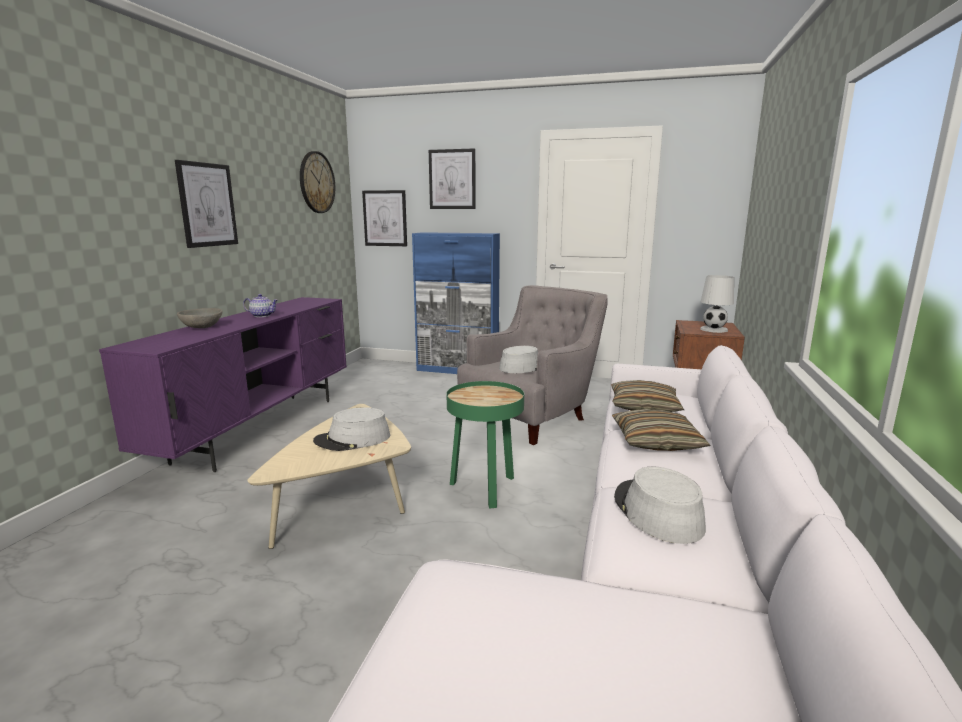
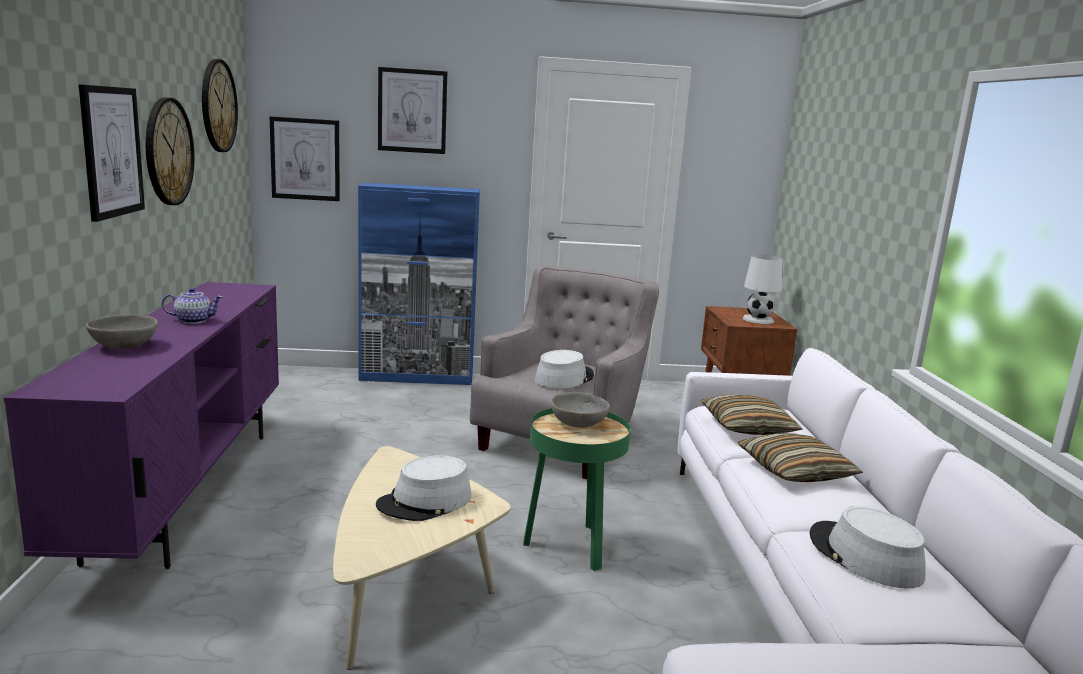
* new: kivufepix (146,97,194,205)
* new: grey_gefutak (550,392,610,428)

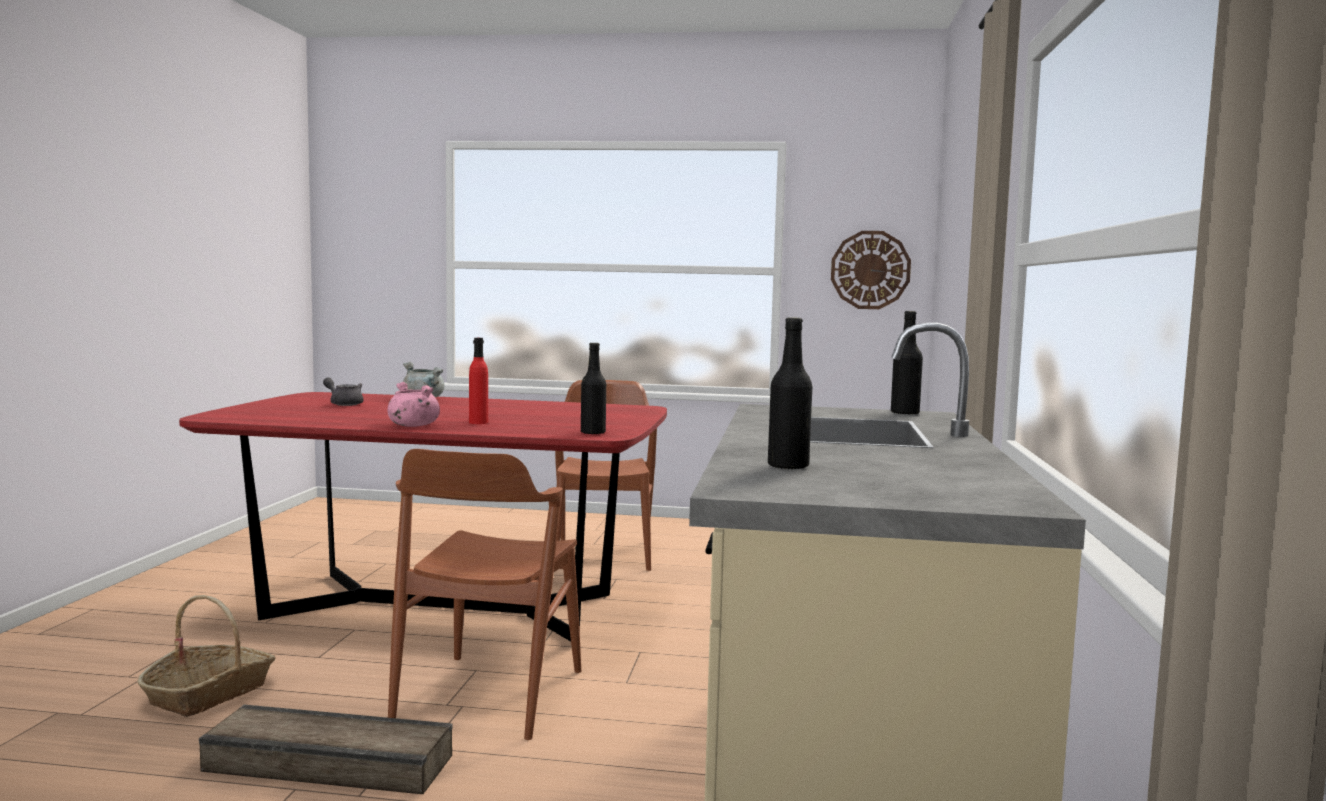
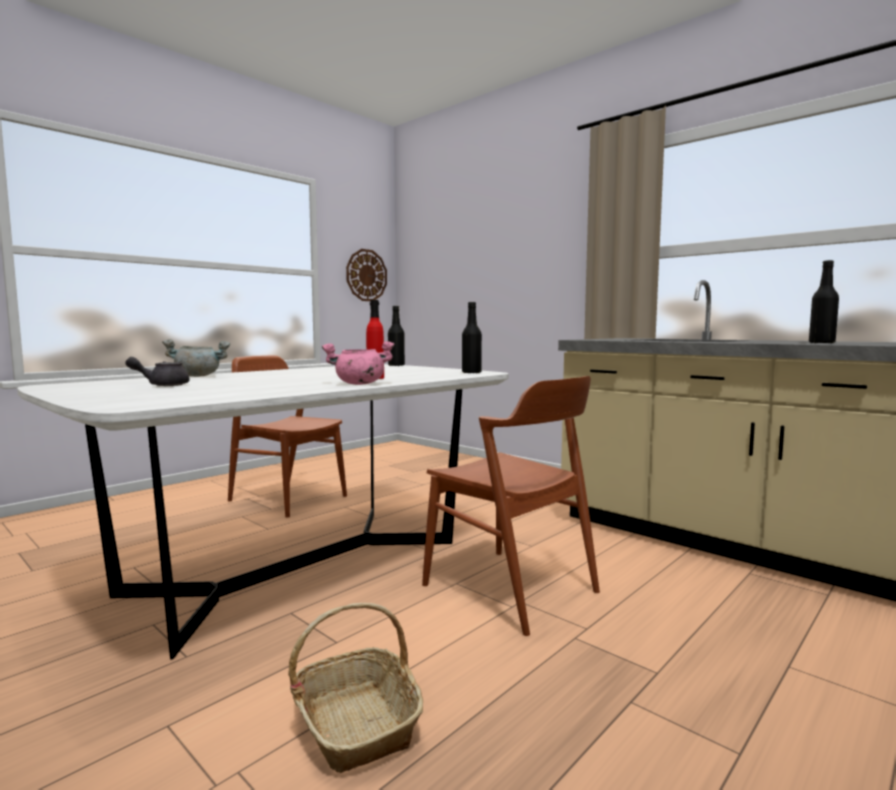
* shifted: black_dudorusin (891,311,923,415) to (388,306,405,366)
* repainted: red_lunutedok (179,392,667,642) to white_lunutedok (17,364,509,659)
* gone: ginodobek (199,705,452,794)

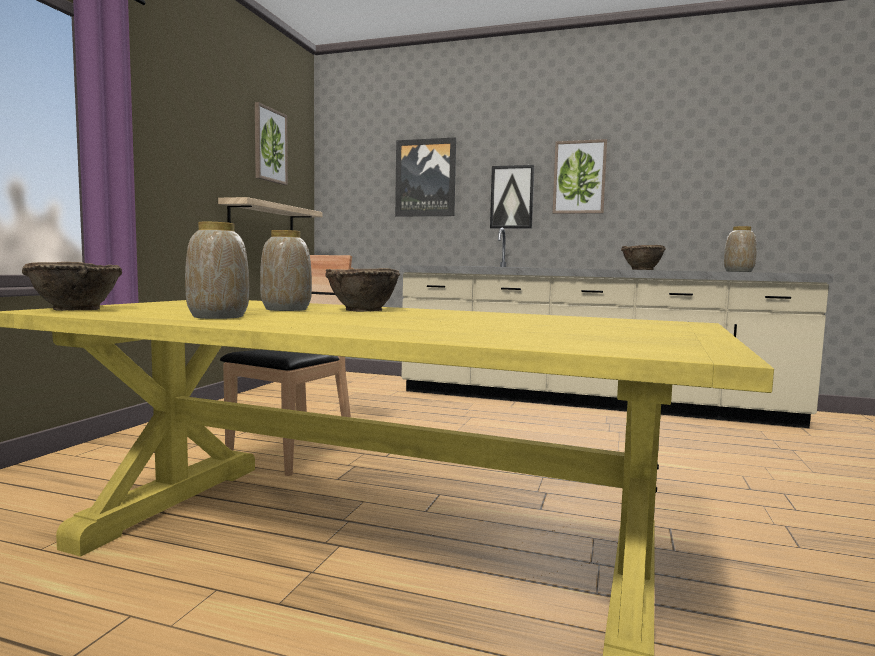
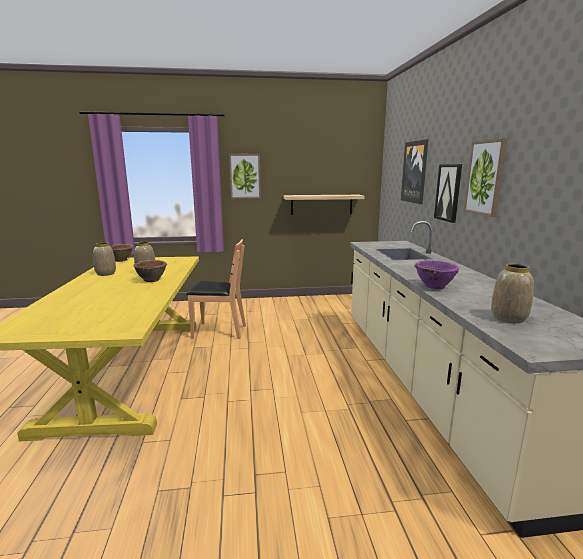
* shifted: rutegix (255,102,288,185) to (229,154,261,199)
* repainted: brown_gefutak (621,245,666,270) to purple_gefutak (415,260,459,289)

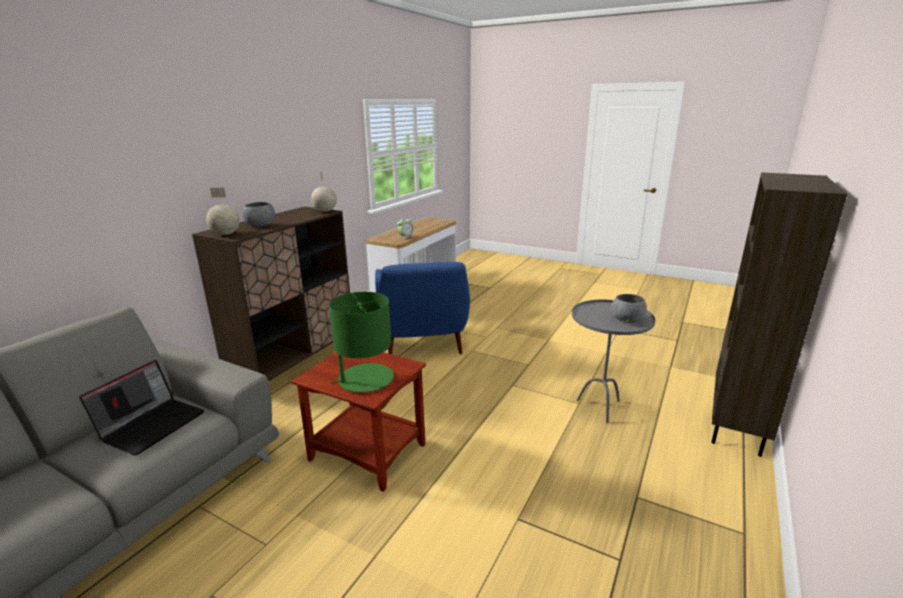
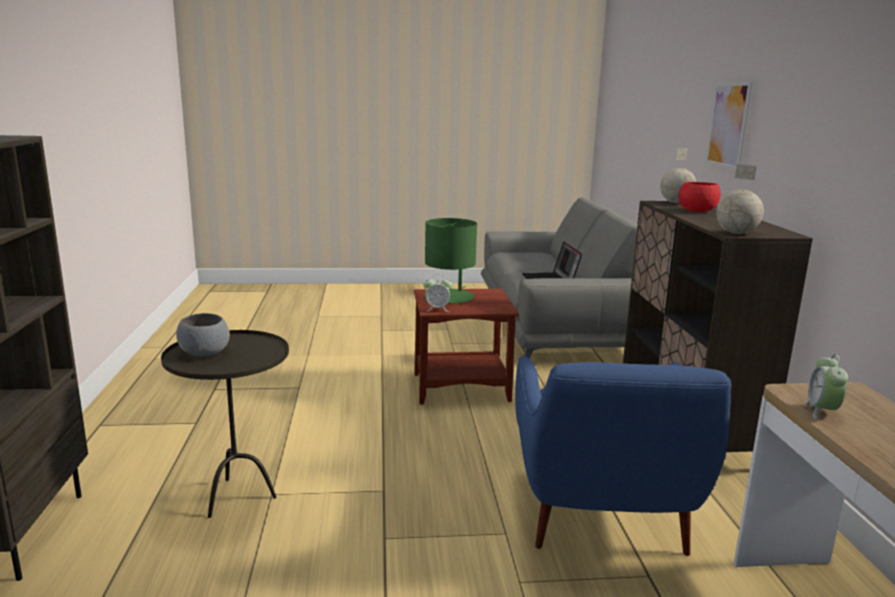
* repainted: grey_gefutak (242,202,275,227) to red_gefutak (679,182,721,212)
* rotated: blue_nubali (375,262,470,354) = (515,356,731,556) 135 degrees counterclockwise
* repainted: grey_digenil (572,300,655,423) to brown_digenil (161,330,289,518)
* new: rutegix (705,82,753,170)
* new: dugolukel (423,278,452,312)

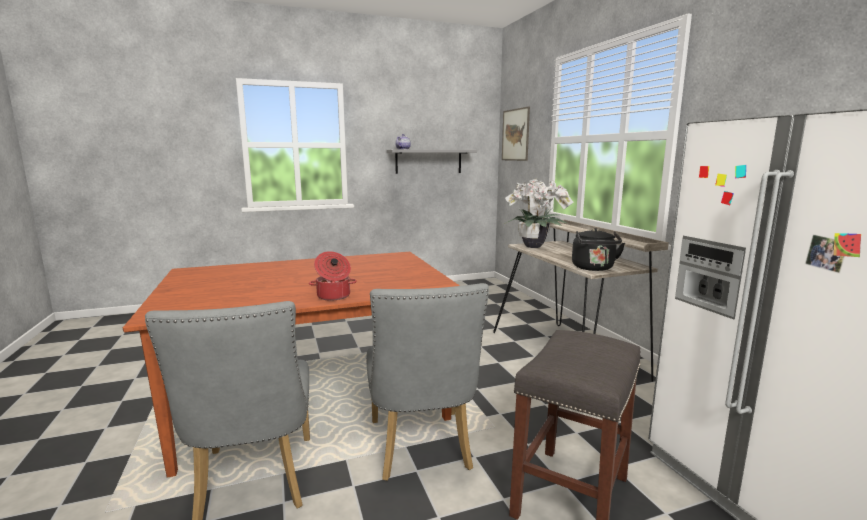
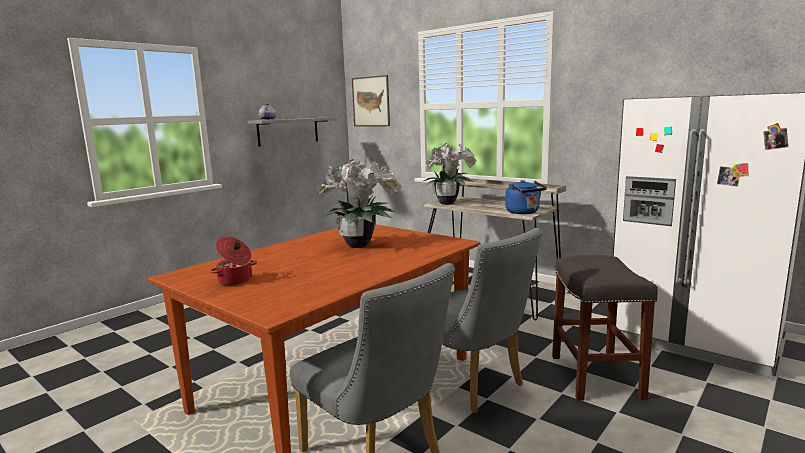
* repainted: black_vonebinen (572,228,625,271) to blue_vonebinen (505,180,547,214)
* shifted: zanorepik (309,251,357,301) to (210,236,257,286)
* new: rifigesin (315,159,402,248)

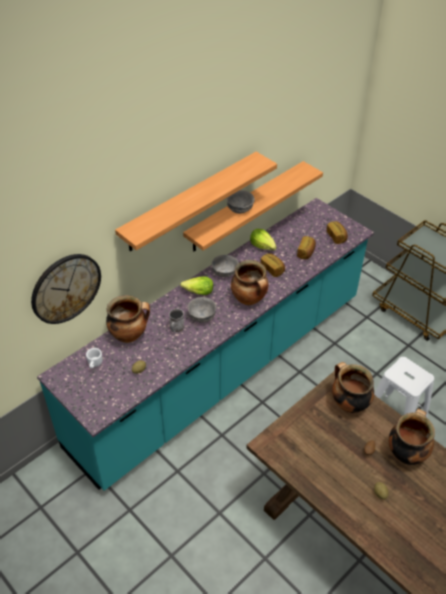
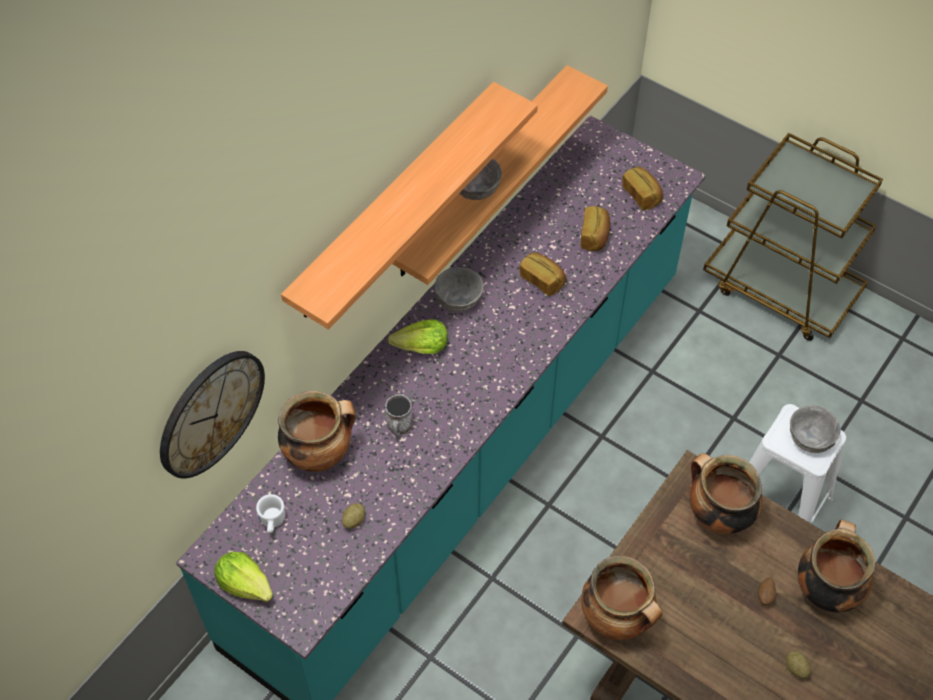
* shifted: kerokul (250,229,276,250) to (214,552,273,602)
* shifted: zanorepik (231,260,268,305) to (581,556,662,640)
* shifted: grey_gefutak (188,297,216,323) to (790,405,840,453)

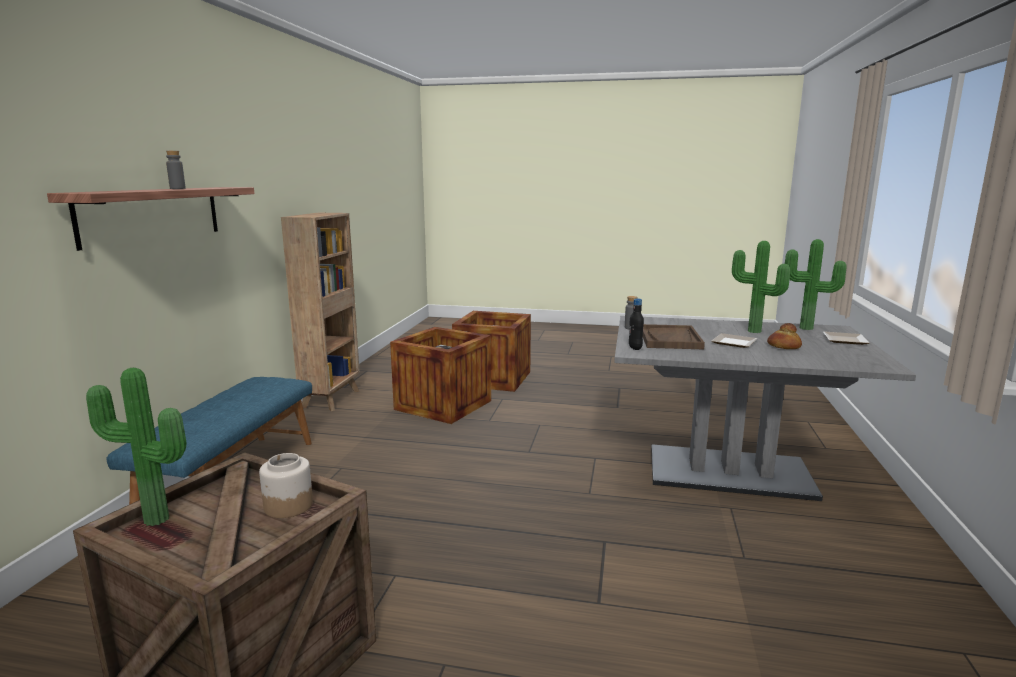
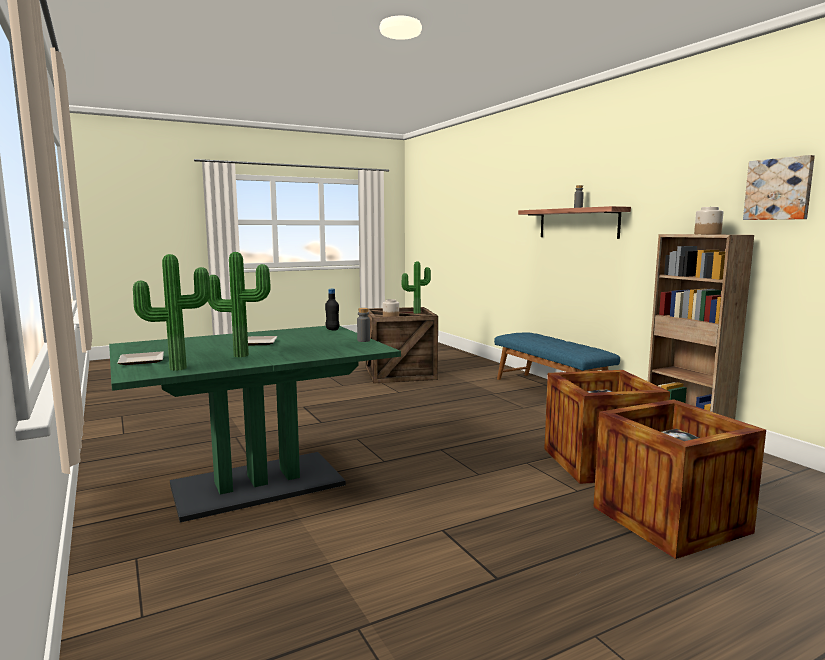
* repainted: grey_lunutedok (614,316,916,501) to green_lunutedok (109,326,401,523)
* gone: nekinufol (767,323,802,349)
* gone: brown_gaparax (643,324,705,349)
* new: rutegix (743,155,815,220)
* new: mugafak (694,207,723,234)

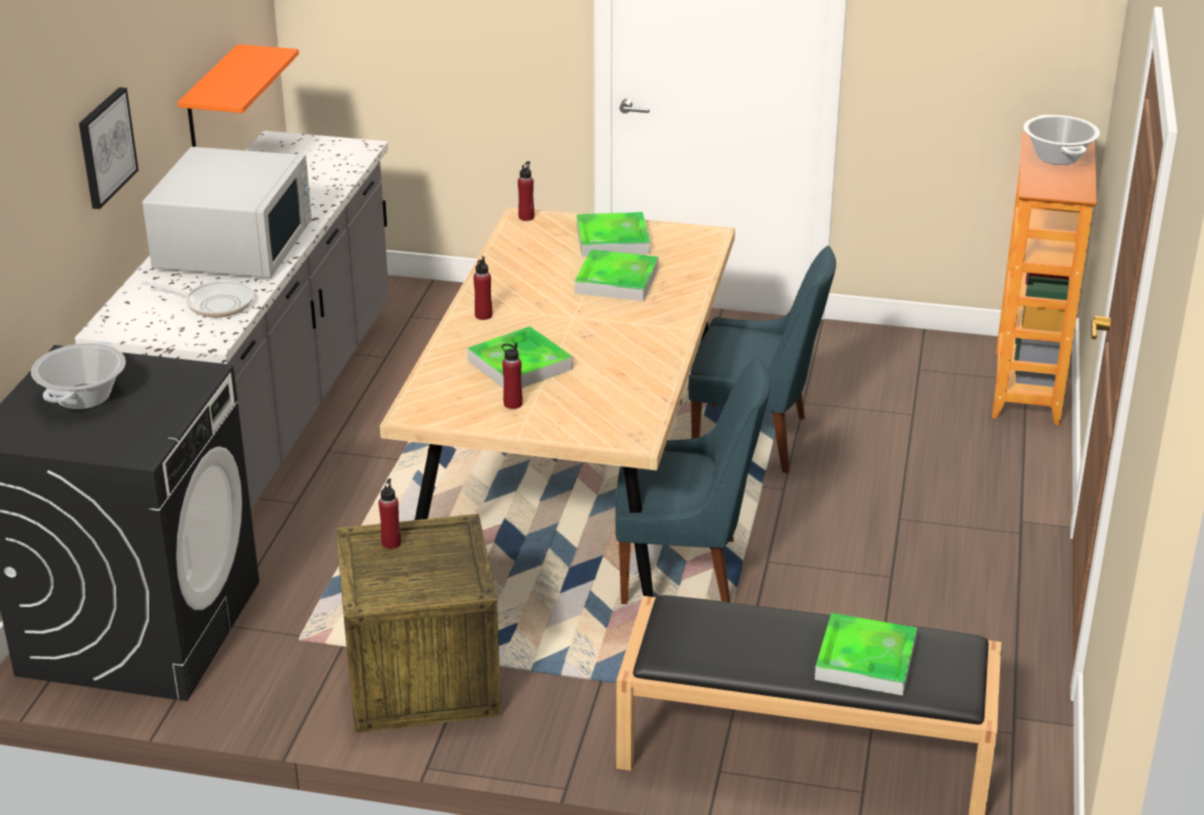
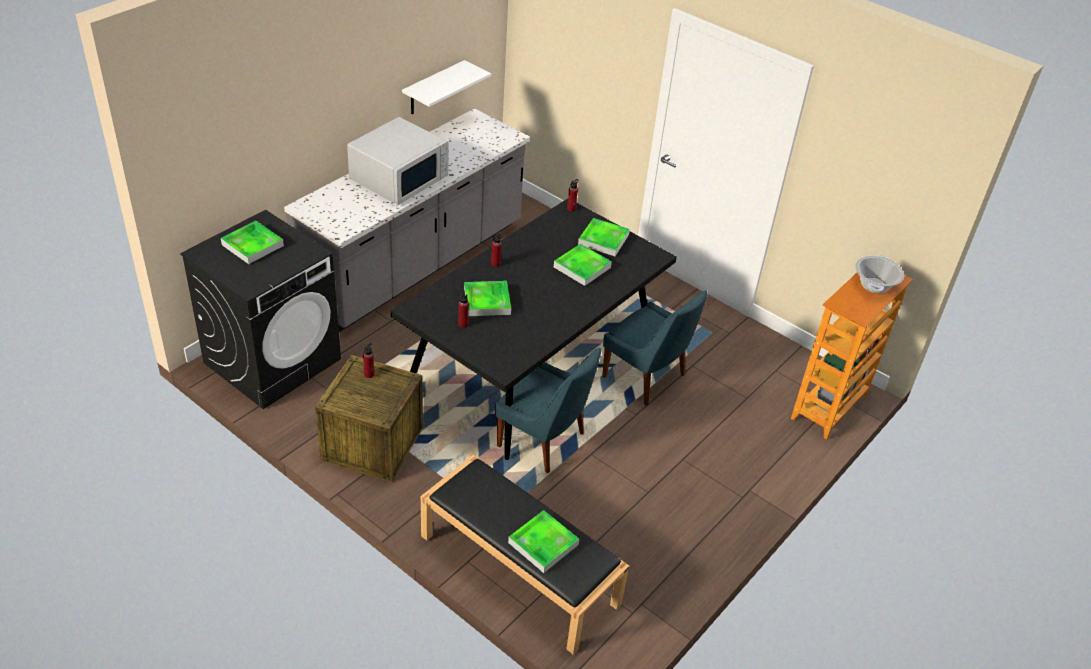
* repainted: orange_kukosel (177,44,299,147) to white_kukosel (402,60,491,114)
* gone: rutegix (79,87,139,209)
* repainted: beige_lunutedok (380,207,735,597) to black_lunutedok (391,198,677,460)
* gone: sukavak (141,280,254,317)
* swapped: zanorepik (31,341,126,409) to gaparax (221,221,284,264)

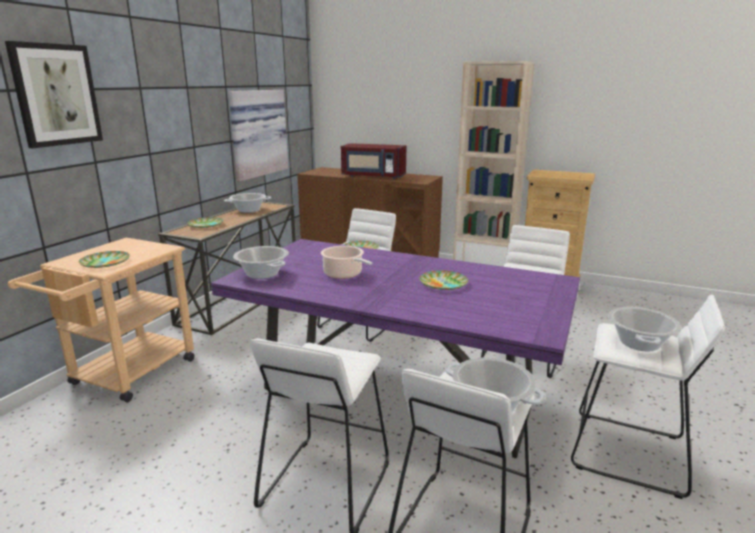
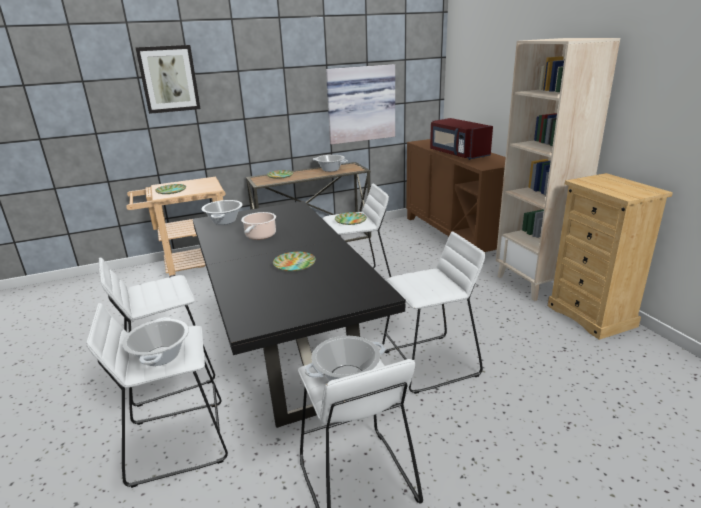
* repainted: purple_lunutedok (211,239,580,458) to black_lunutedok (193,201,406,428)

